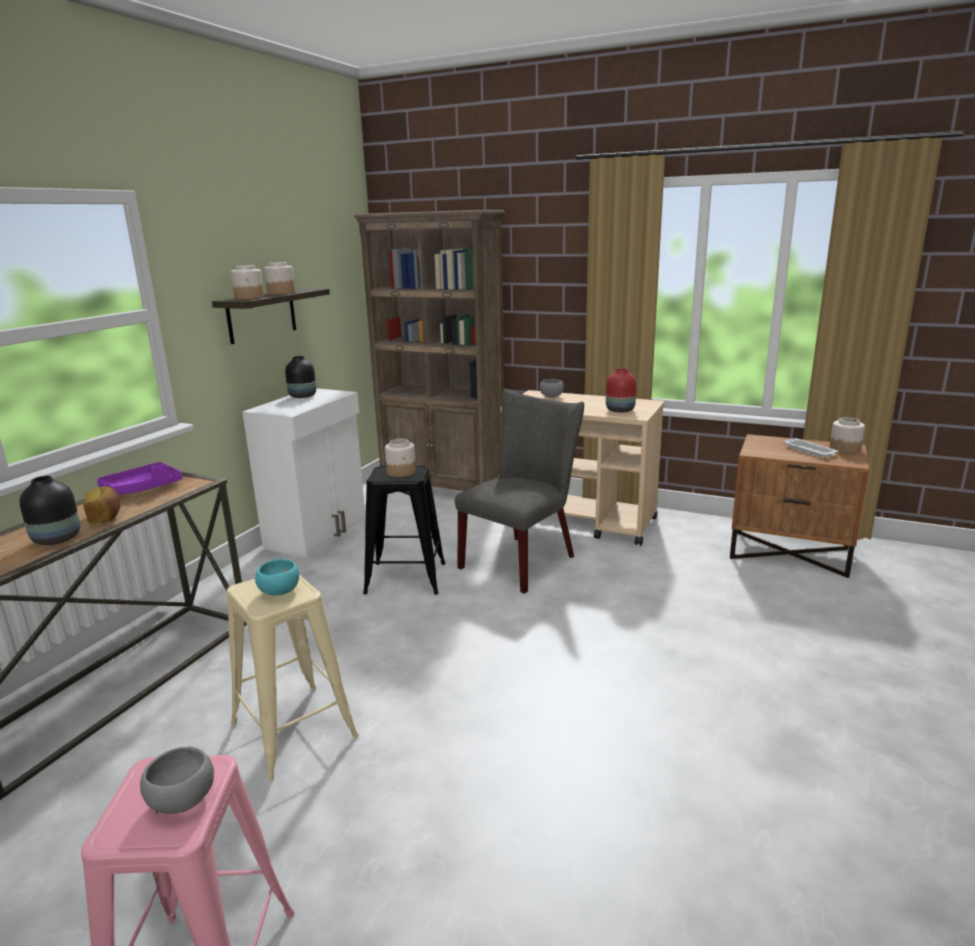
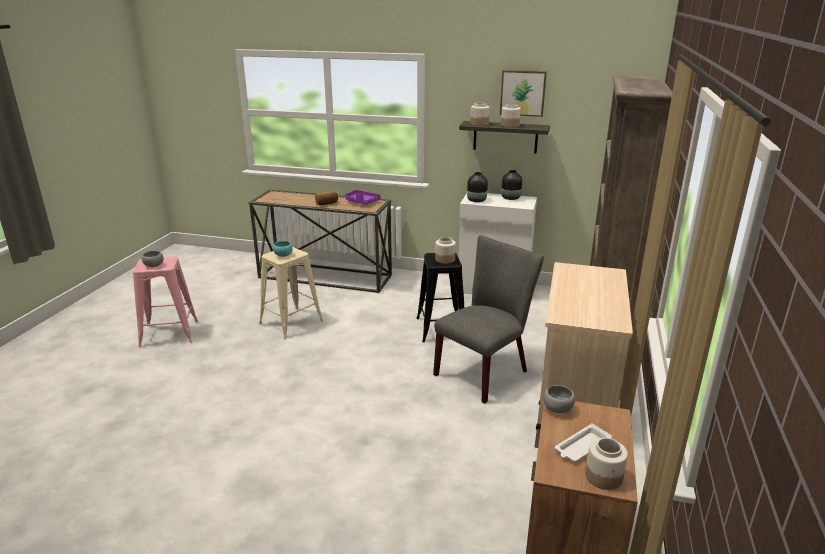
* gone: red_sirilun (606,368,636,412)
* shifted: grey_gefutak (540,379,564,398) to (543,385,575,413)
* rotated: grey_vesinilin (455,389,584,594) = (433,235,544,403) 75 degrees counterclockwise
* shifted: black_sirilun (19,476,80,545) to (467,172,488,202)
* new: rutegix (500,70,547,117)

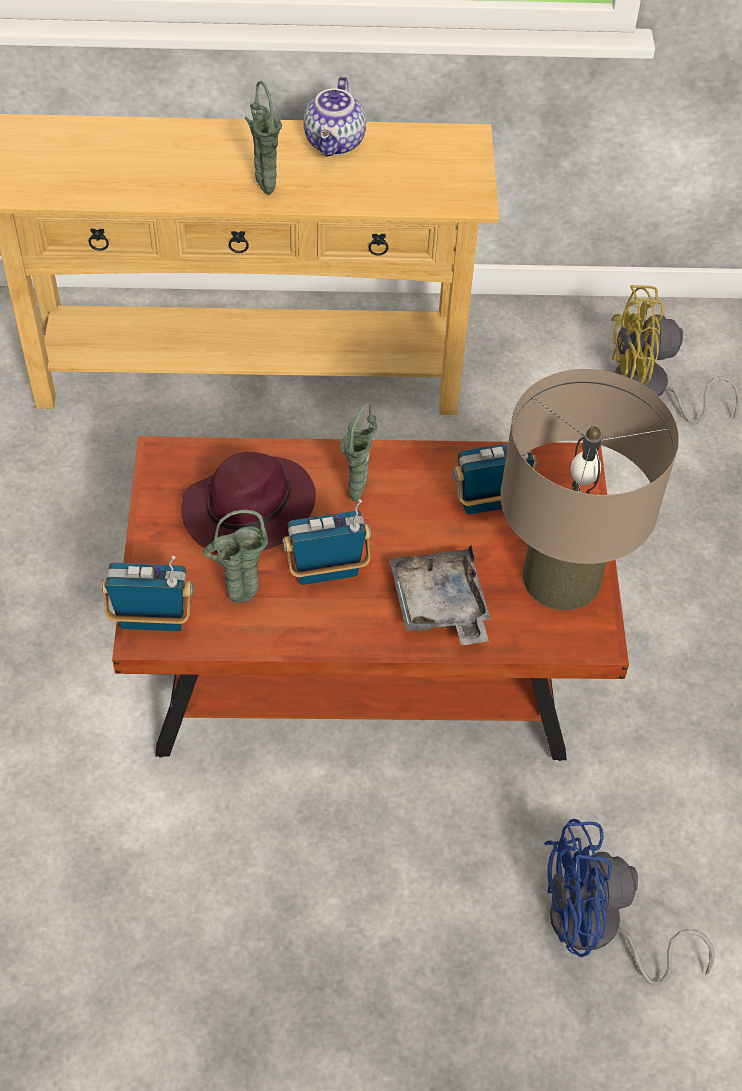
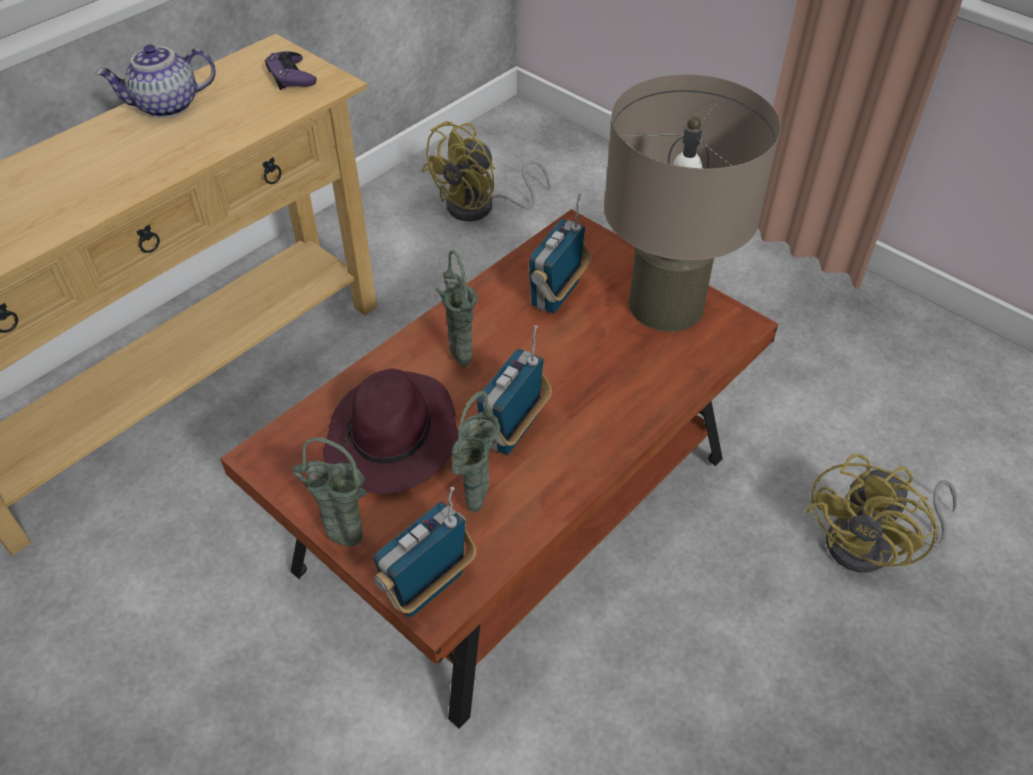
* rotated: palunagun (304,76,366,156) = (95,44,216,118) 105 degrees clockwise
* shifted: green_sirilun (245,81,282,195) to (292,437,367,546)
* gone: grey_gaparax (389,545,490,645)
* repainted: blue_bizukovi (545,819,714,986) to yellow_bizukovi (805,454,957,572)
* new: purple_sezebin (265,51,317,90)

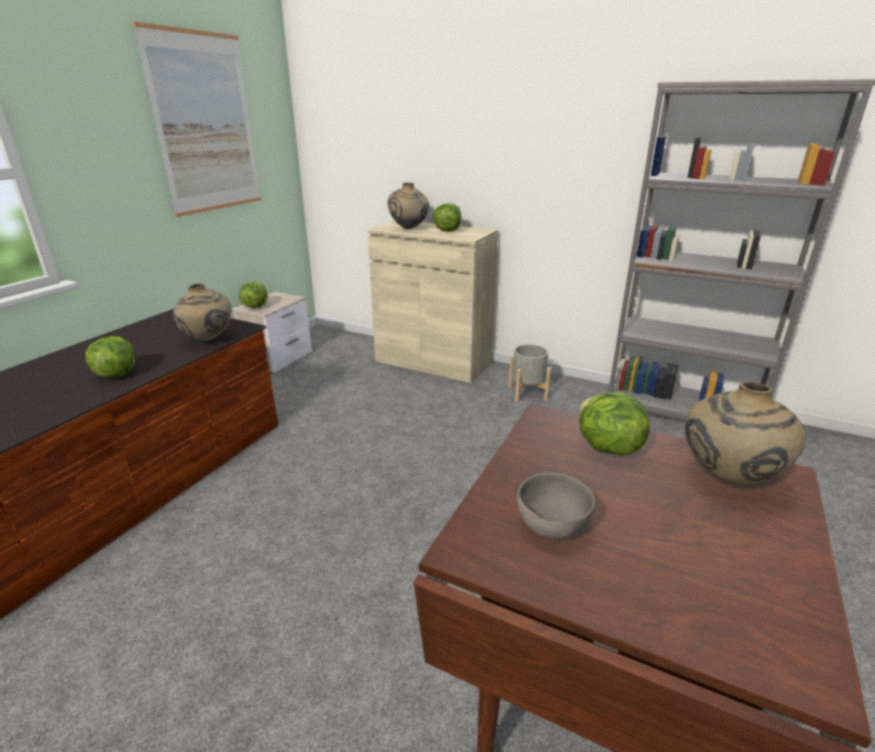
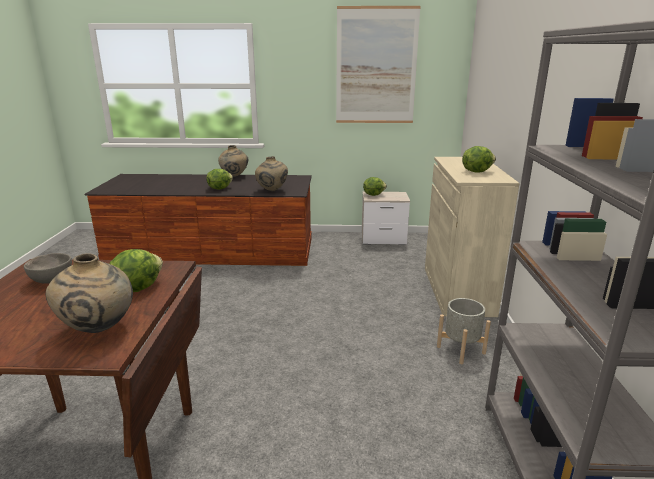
* shifted: beige_sirilun (387,183,429,229) to (218,145,248,177)

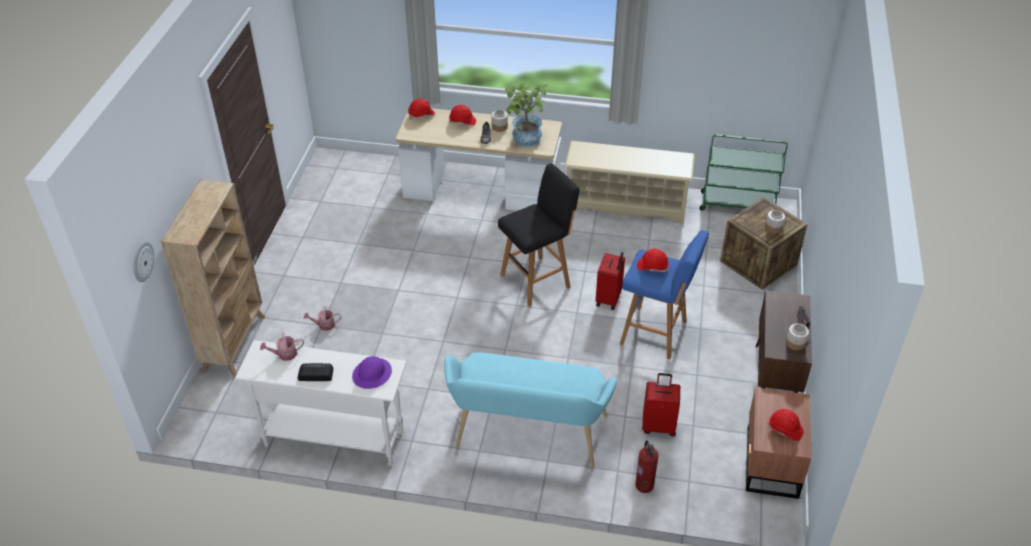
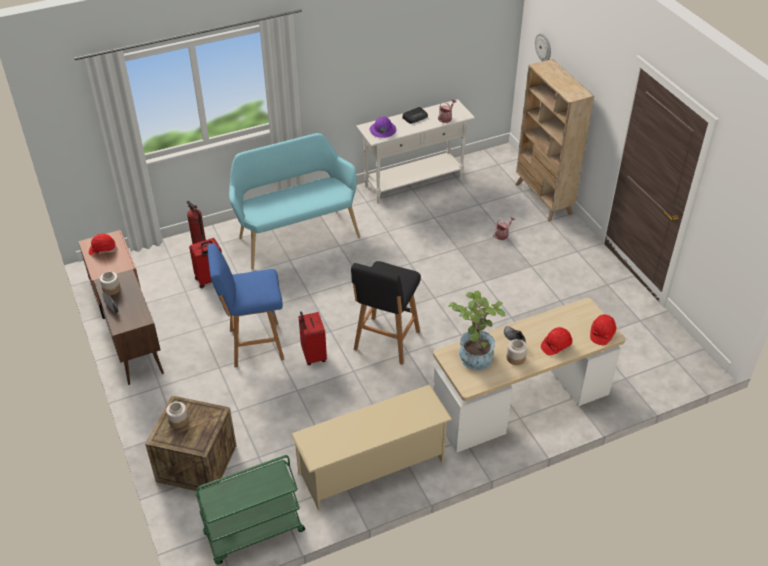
* gone: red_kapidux (637,249,669,272)

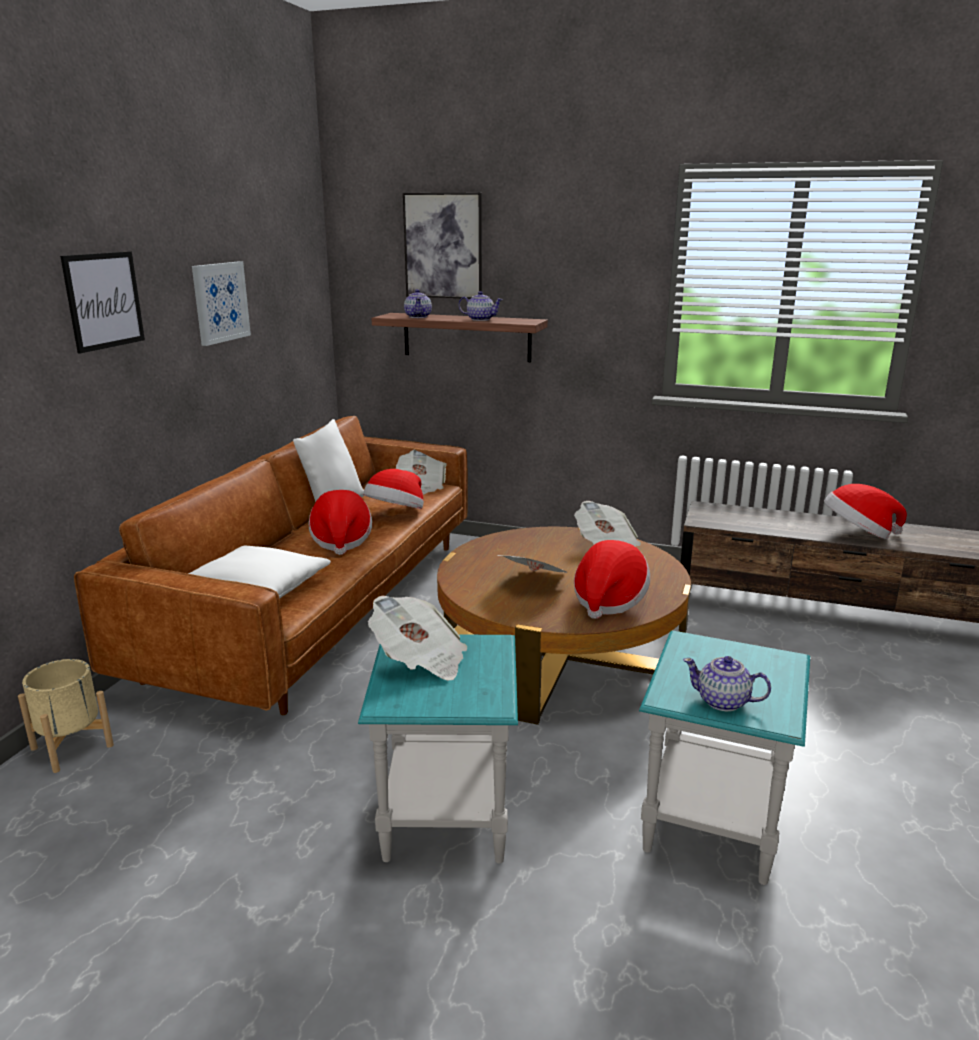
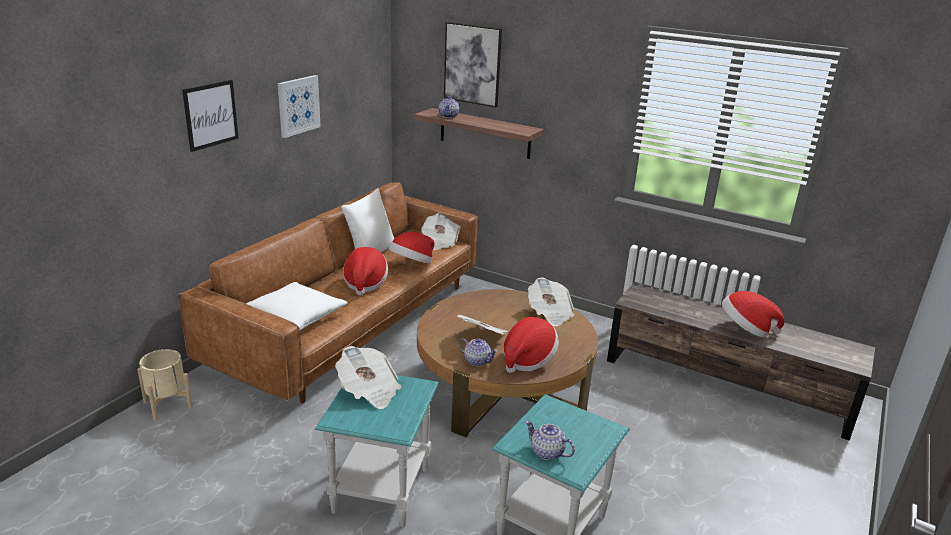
* shifted: palunagun (458,291,503,321) to (458,338,498,366)

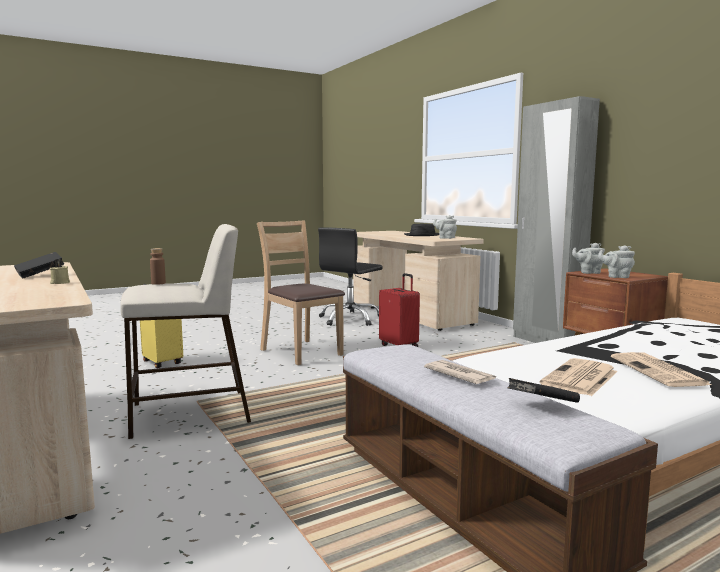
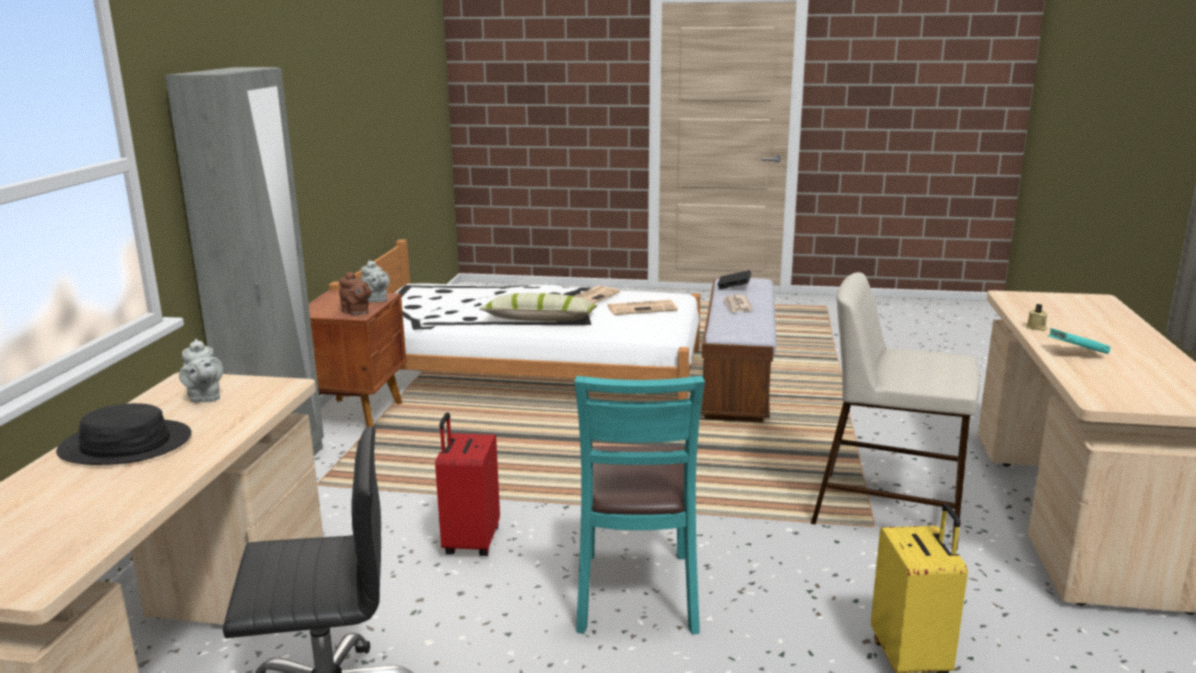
* repainted: brown_vesinilin (257,221,345,365) to turquoise_vesinilin (574,376,705,635)
* repainted: grey_palunagun (572,243,605,274) to brown_palunagun (339,272,371,315)
* gone: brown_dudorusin (150,248,166,285)
* repainted: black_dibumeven (14,252,64,278) to turquoise_dibumeven (1048,328,1110,354)
* new: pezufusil (479,293,597,322)

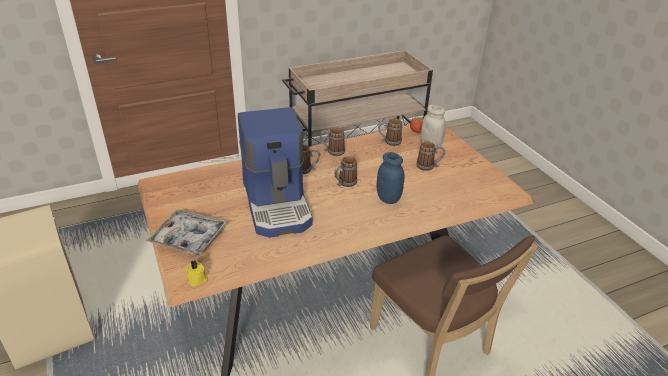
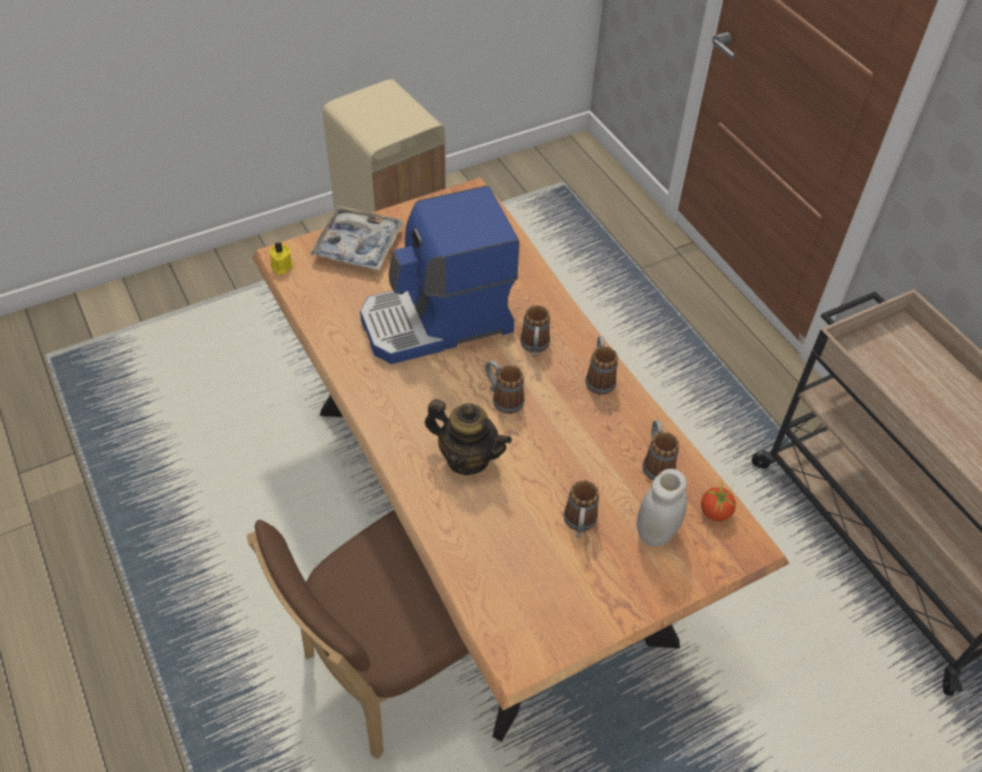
* swapped: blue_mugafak (377,152,404,204) to palunagun (425,399,512,475)

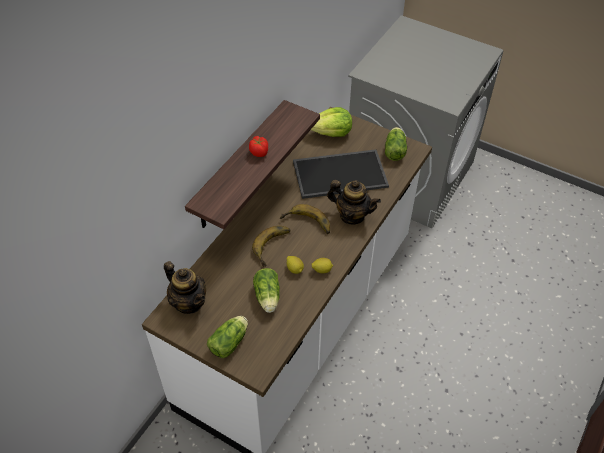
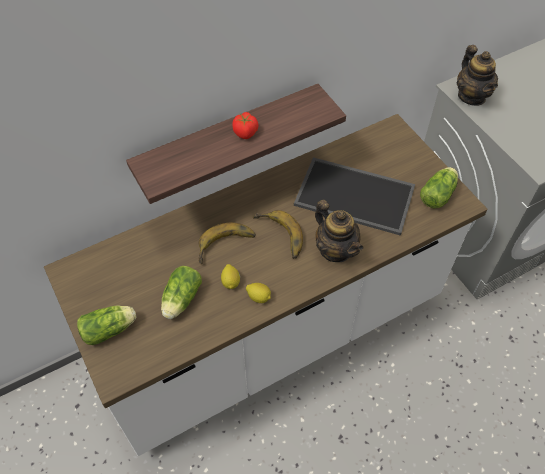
* gone: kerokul (311,107,352,137)
* shifted: palunagun (164,261,206,314) to (457,45,498,106)

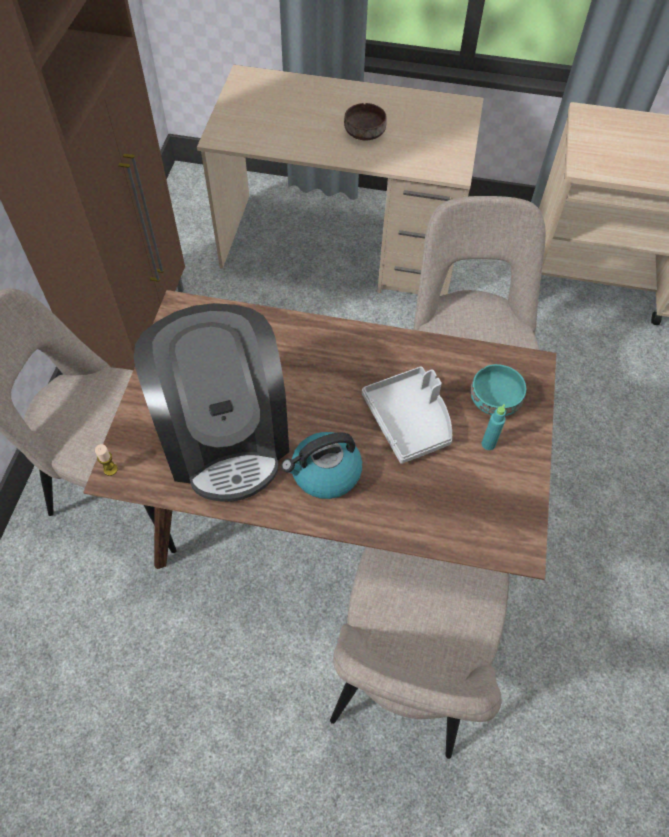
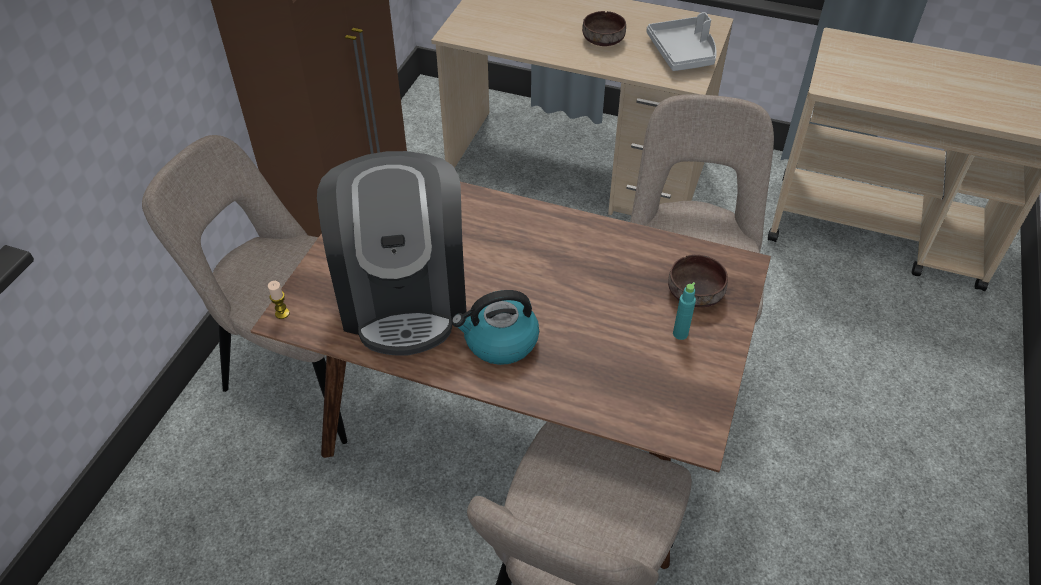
* repainted: turquoise_gefutak (471,364,526,416) to brown_gefutak (668,254,728,307)
* shifted: grey_gaparax (362,366,452,464) to (646,12,717,71)

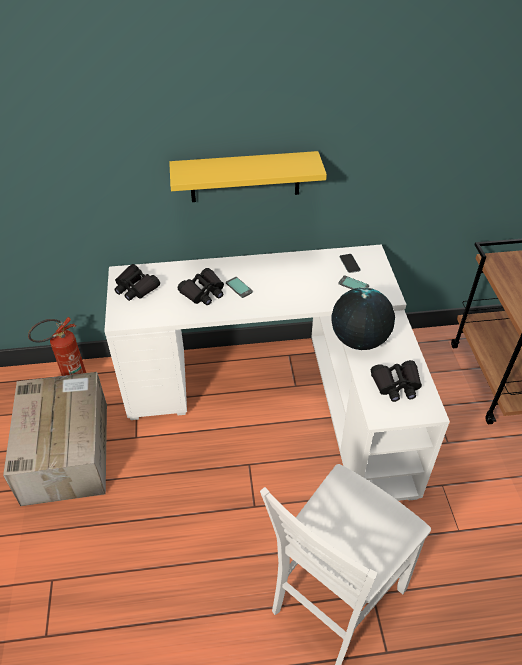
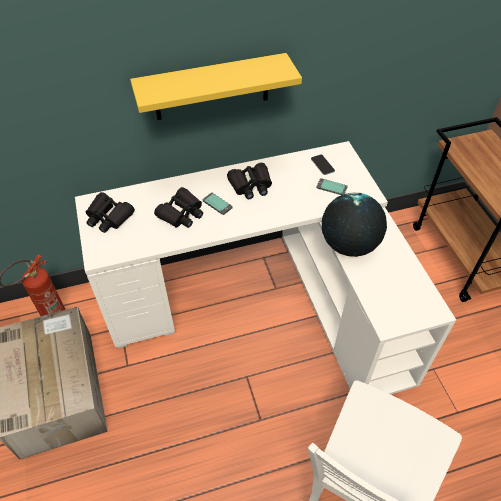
* shifted: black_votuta (371,360,422,402) to (227,163,272,199)

